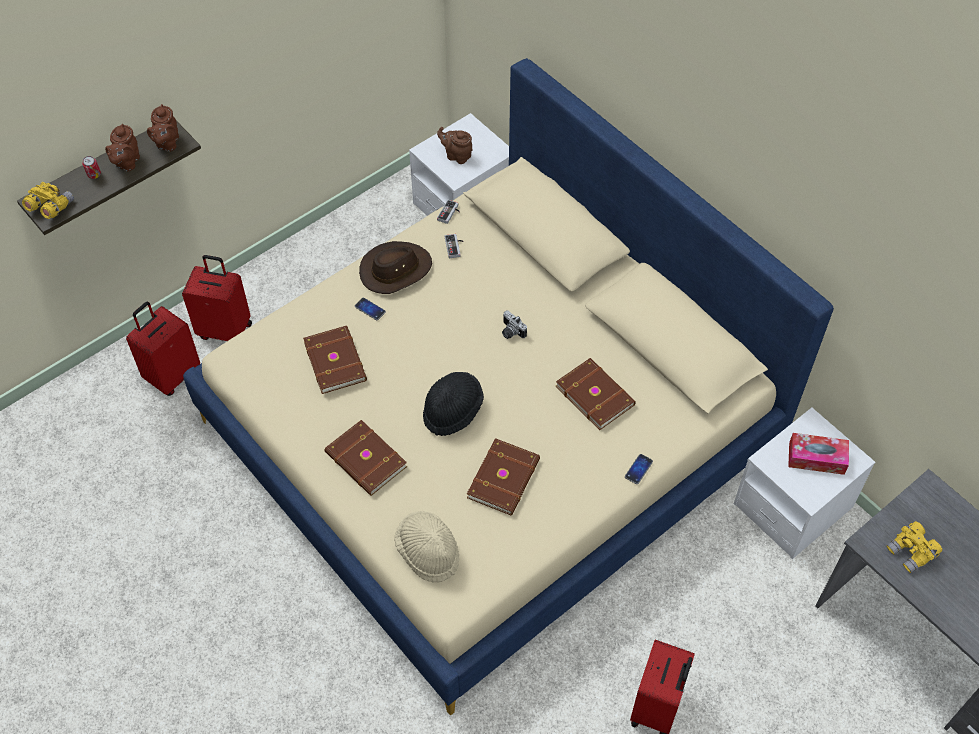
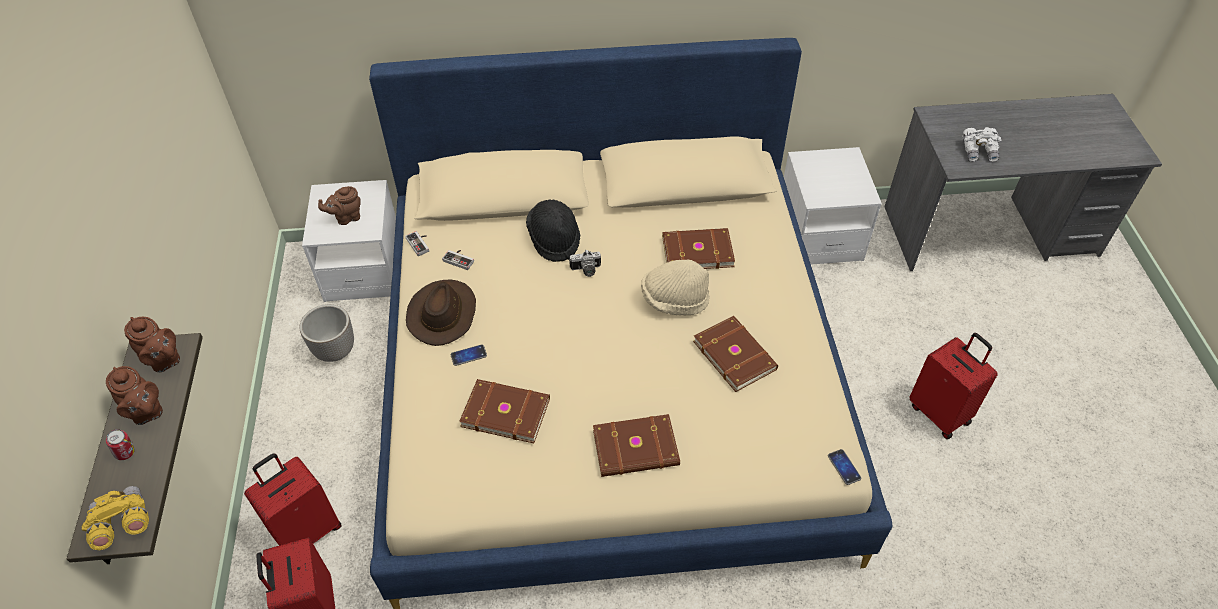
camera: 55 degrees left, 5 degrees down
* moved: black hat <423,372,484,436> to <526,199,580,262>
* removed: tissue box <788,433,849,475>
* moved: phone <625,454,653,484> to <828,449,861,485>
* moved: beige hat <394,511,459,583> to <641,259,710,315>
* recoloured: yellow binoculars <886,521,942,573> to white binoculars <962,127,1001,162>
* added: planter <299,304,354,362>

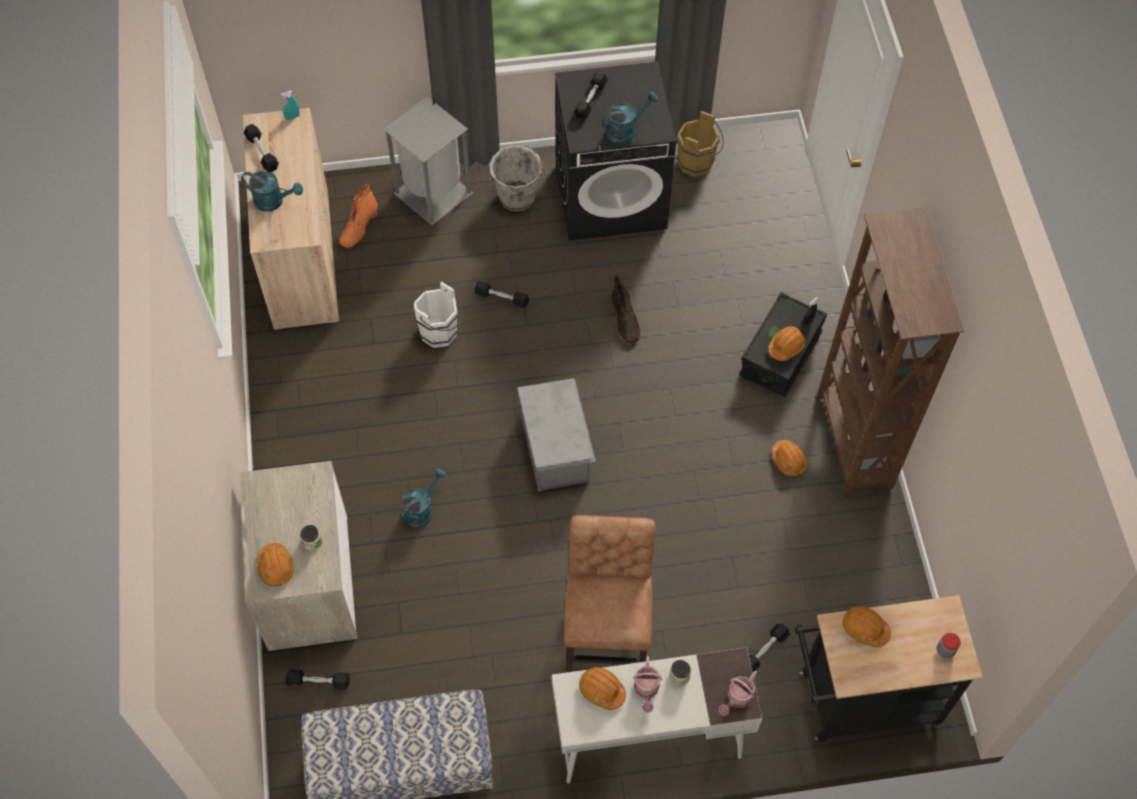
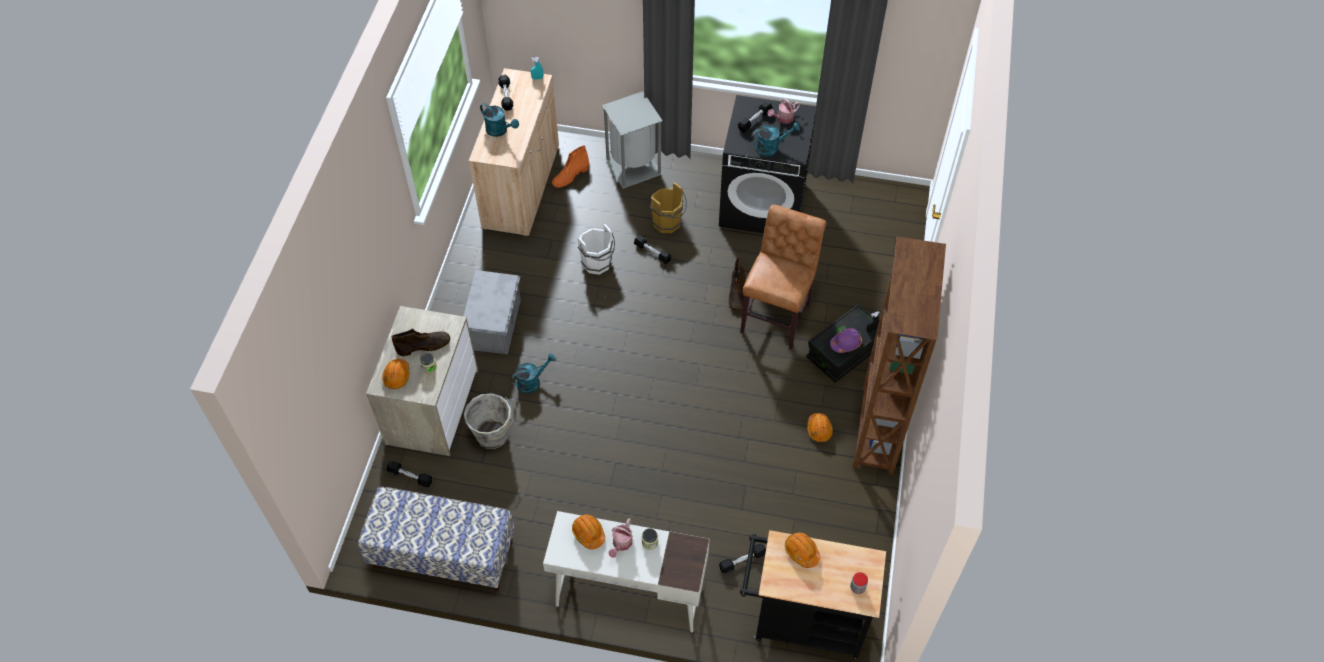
camera: 20 degrees right, 5 degrees down
* moved: brown bucket <676,111,724,177> to <651,182,687,233>
* moved: grey bucket <489,146,549,212> to <464,393,514,449>
* recoloured: orange hard hat <768,326,805,361> to purple hard hat <830,328,862,353>
* moved: grey storage box <517,378,596,491> to <463,270,521,354>
* moved: brown chair <564,515,656,672> to <740,204,826,350>
* moved: watering can <719,671,757,716> to <767,99,800,124>
* added: brown boot <392,328,450,356>

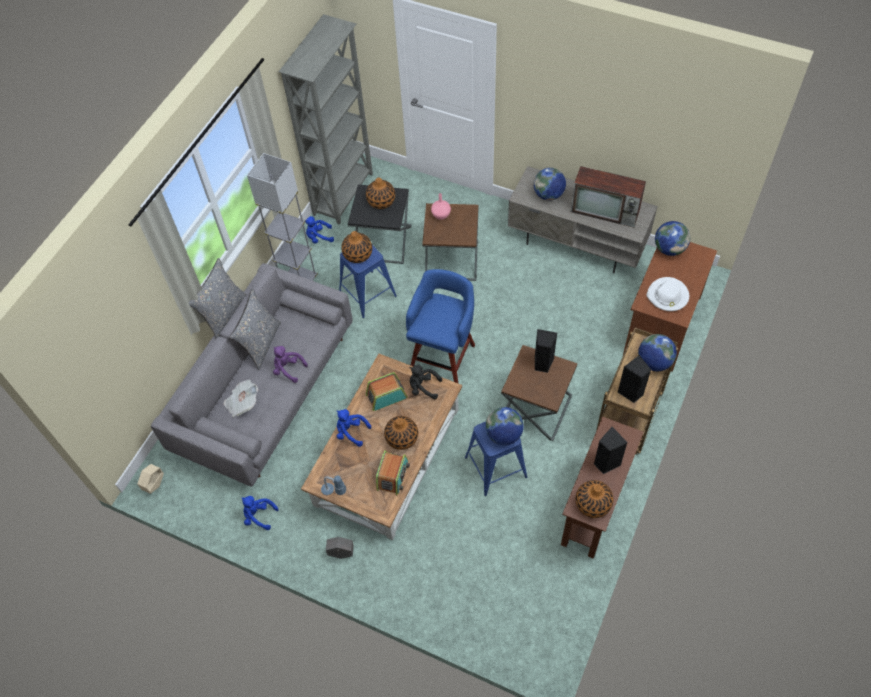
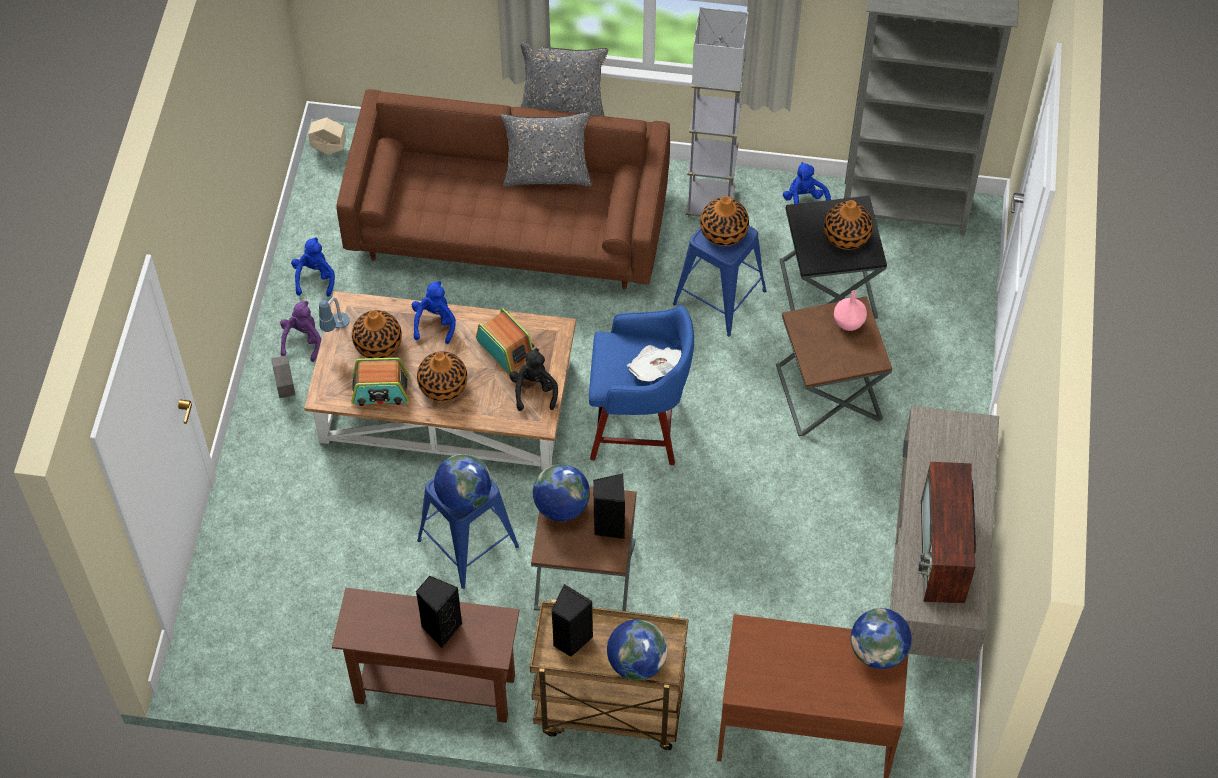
camera: 70 degrees right, 0 degrees up
* moved: globe <534,168,566,200> to <533,464,590,521>
* recoloured: grey sofa <151,263,353,487> to brown sofa <336,89,670,289>
* removed: white hat <647,277,689,311>
* moved: purple plush toy <273,346,308,383> to <280,301,321,362>
* moved: newspaper <224,380,258,417> to <627,345,681,381>
* moved: vase <576,480,613,518> to <352,310,402,358>

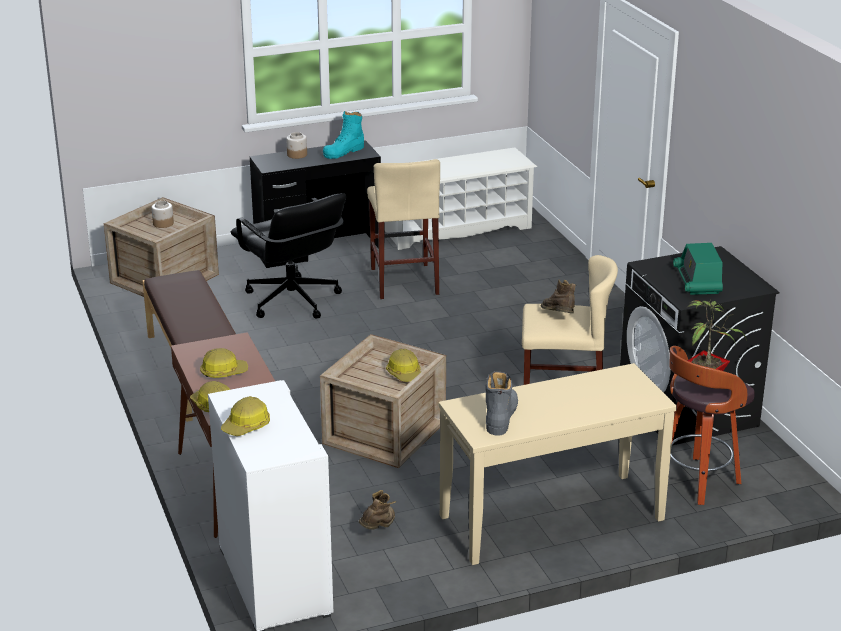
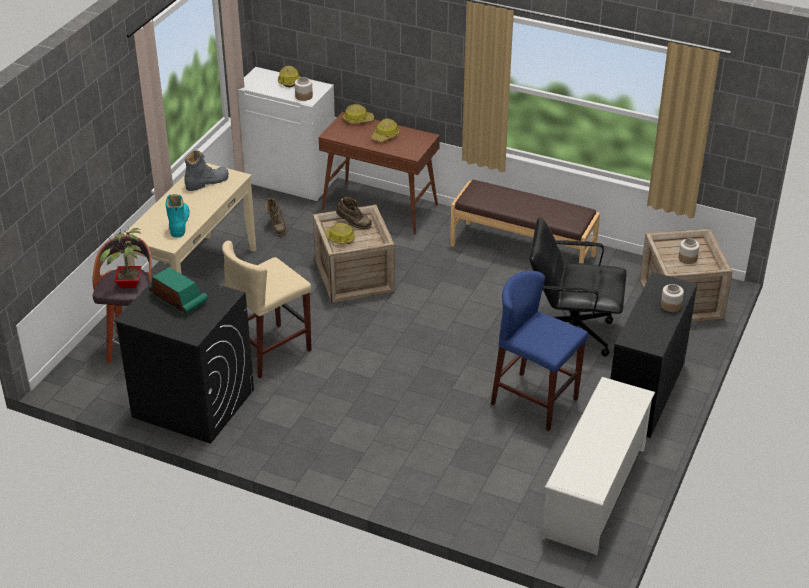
camera: 135 degrees right, 10 degrees up
* moved: turquoise boot <323,111,364,159> to <166,194,190,238>
* recoloured: beige stool <367,159,440,299> to blue stool <491,271,588,431>
* moved: brown boot <541,280,576,313> to <336,197,372,229>
* turned: grey boot <485,371,518,436> = <184,151,229,191> 90 degrees counterclockwise
* added: jar <295,77,313,101>

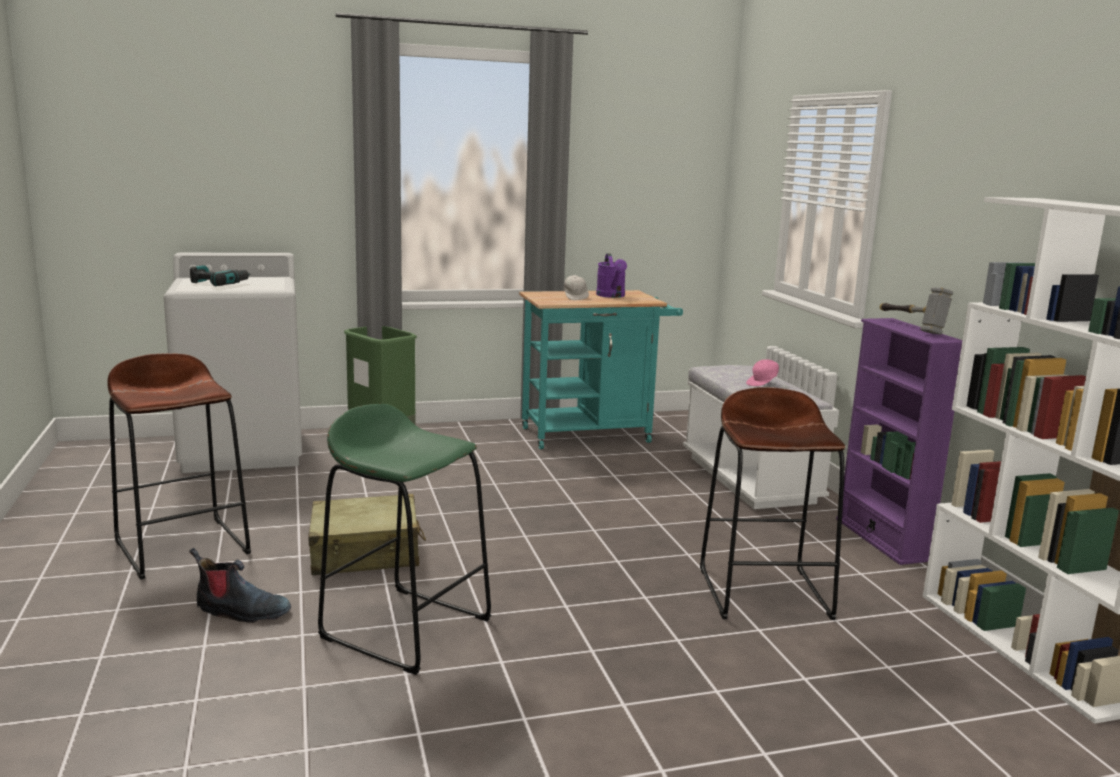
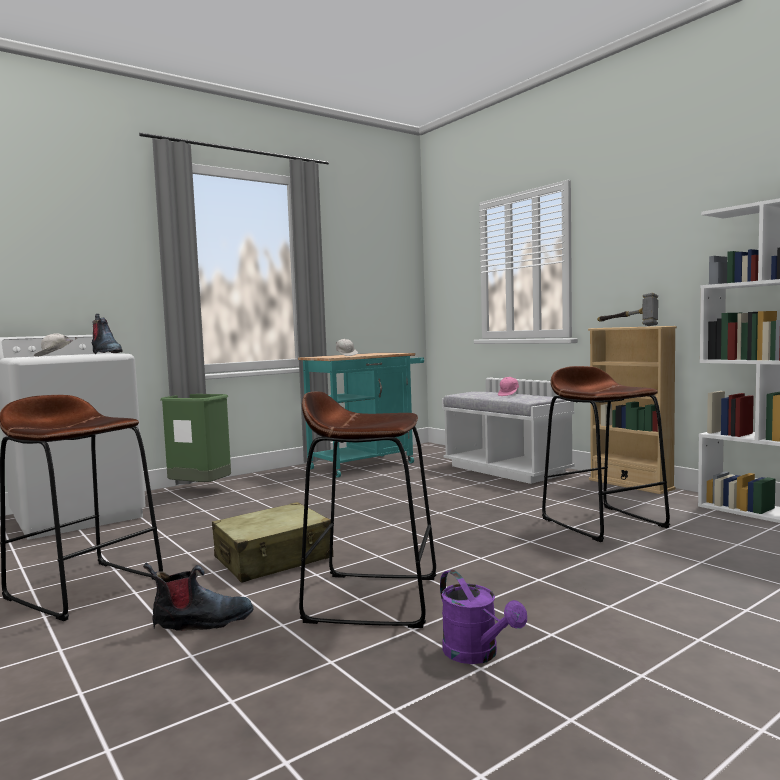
camera: 20 degrees left, 10 degrees down
* moved: purple watering can <596,254,627,298> to <440,570,527,664>
* replaced: power drill <190,265,250,286> to white cap <34,333,77,357>
* recoloured: purple bookcase <836,318,962,565> to beige bookcase <588,326,677,494>
* recoloured: green stool <318,404,491,675> to brown stool <299,392,436,628>
* added: boot <92,314,122,354>

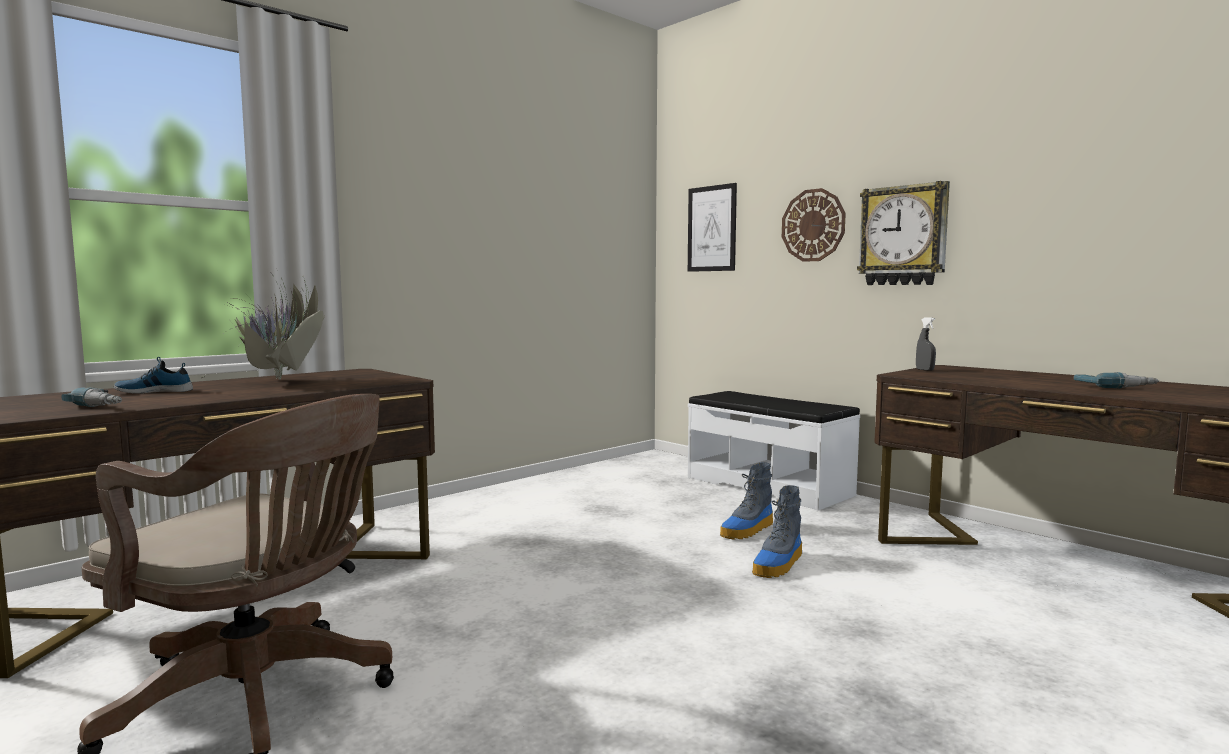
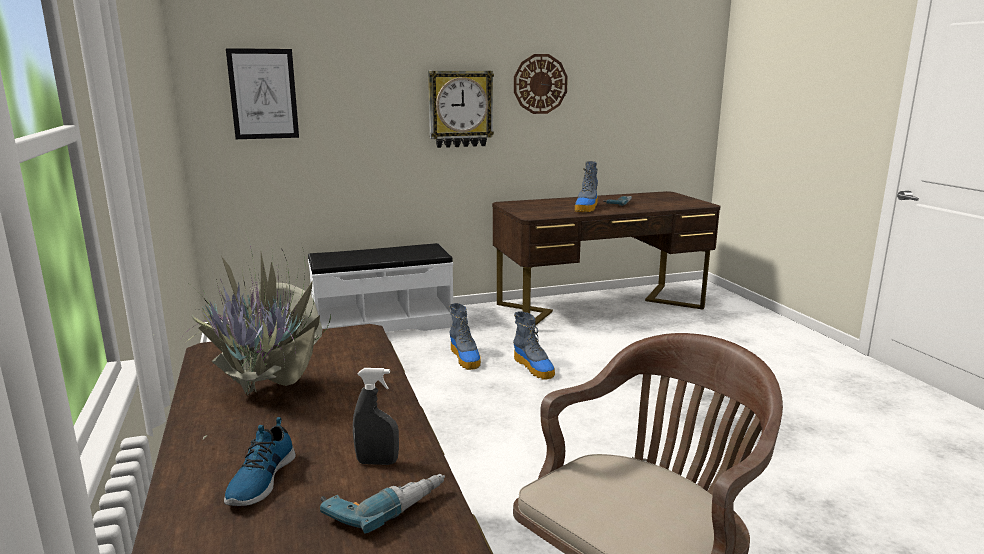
camera: 65 degrees left, 10 degrees up
* moved: wall clock <782,188,846,262> to <514,54,568,114>
* moved: grey spray bottle <916,317,936,371> to <353,368,399,465>
* added: boot <575,161,598,212>

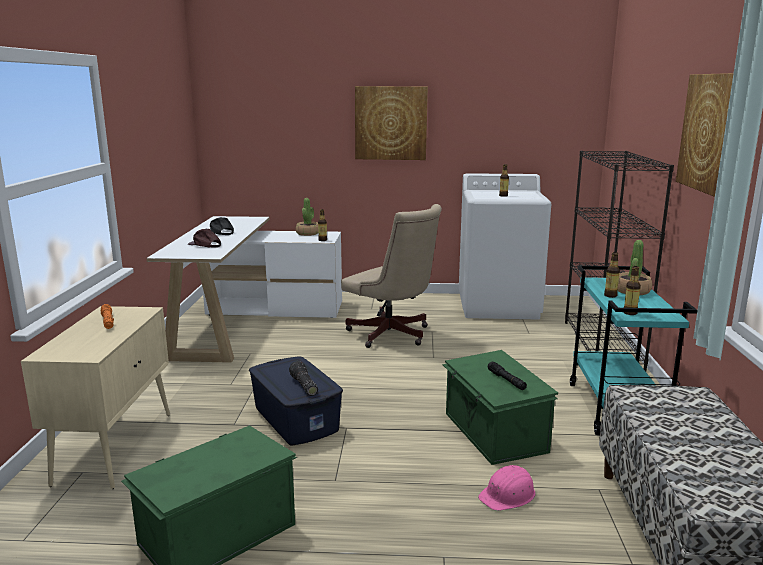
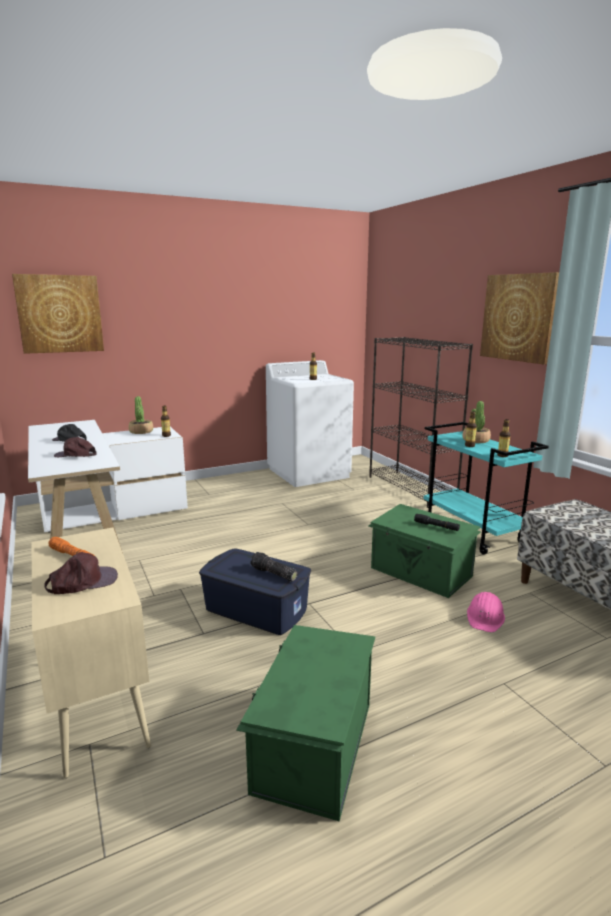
camera: 30 degrees left, 0 degrees up
* moved: picture <355,86,428,160> to <12,274,104,354>
* removed: beige office chair <341,204,442,348>
* added: brown cap <44,552,118,594>

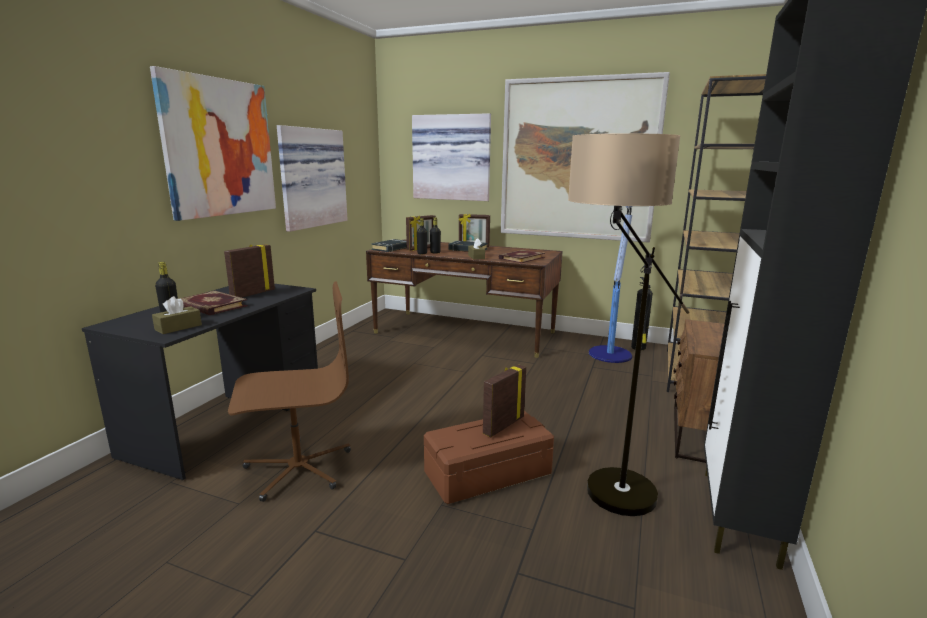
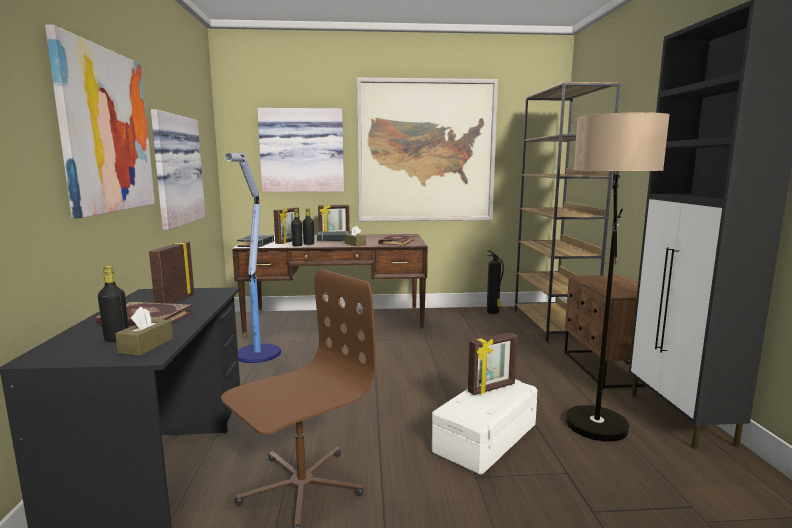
camera: 25 degrees left, 5 degrees down
* moved: floor lamp <589,206,632,363> to <225,153,281,363>
* turned: picture frame <483,364,526,437> = <468,332,517,395> 135 degrees counterclockwise
* recoloured: brown storage box <424,411,554,504> to white storage box <432,379,537,475>

